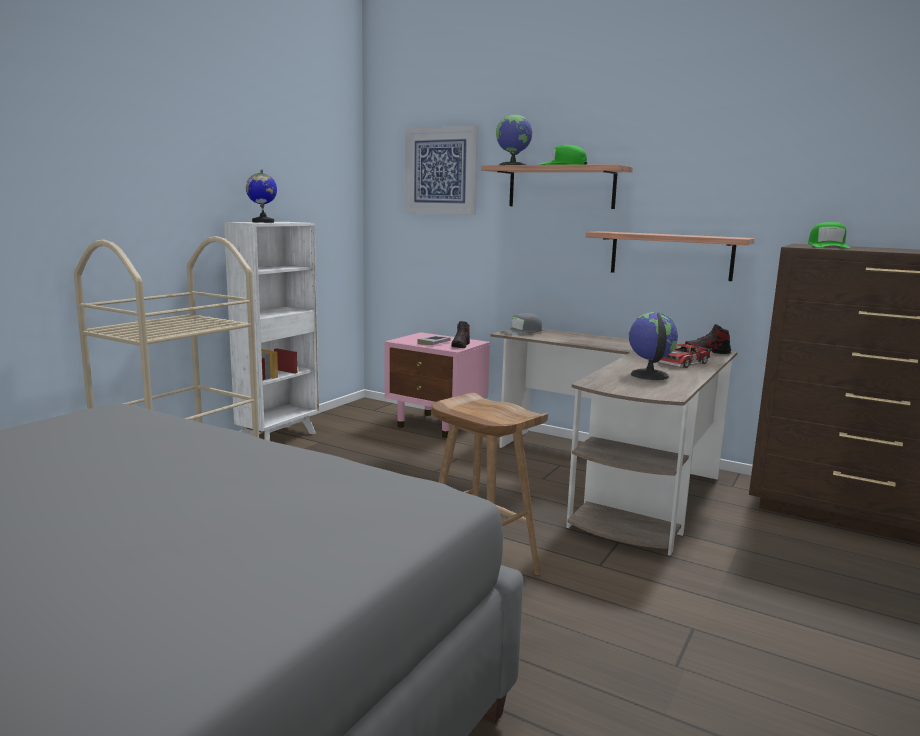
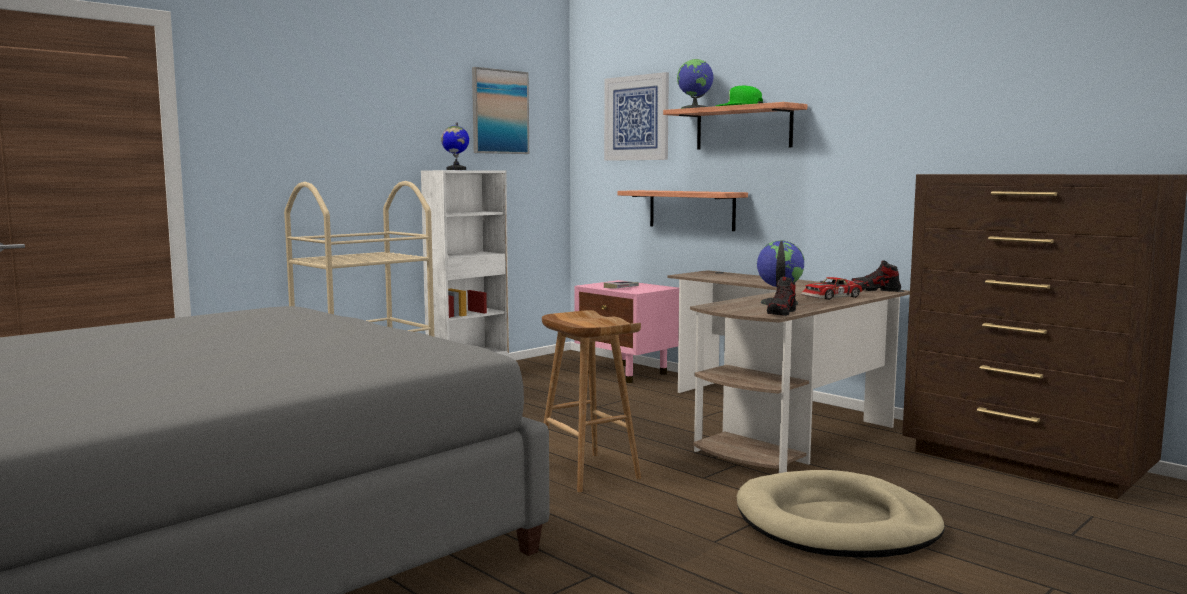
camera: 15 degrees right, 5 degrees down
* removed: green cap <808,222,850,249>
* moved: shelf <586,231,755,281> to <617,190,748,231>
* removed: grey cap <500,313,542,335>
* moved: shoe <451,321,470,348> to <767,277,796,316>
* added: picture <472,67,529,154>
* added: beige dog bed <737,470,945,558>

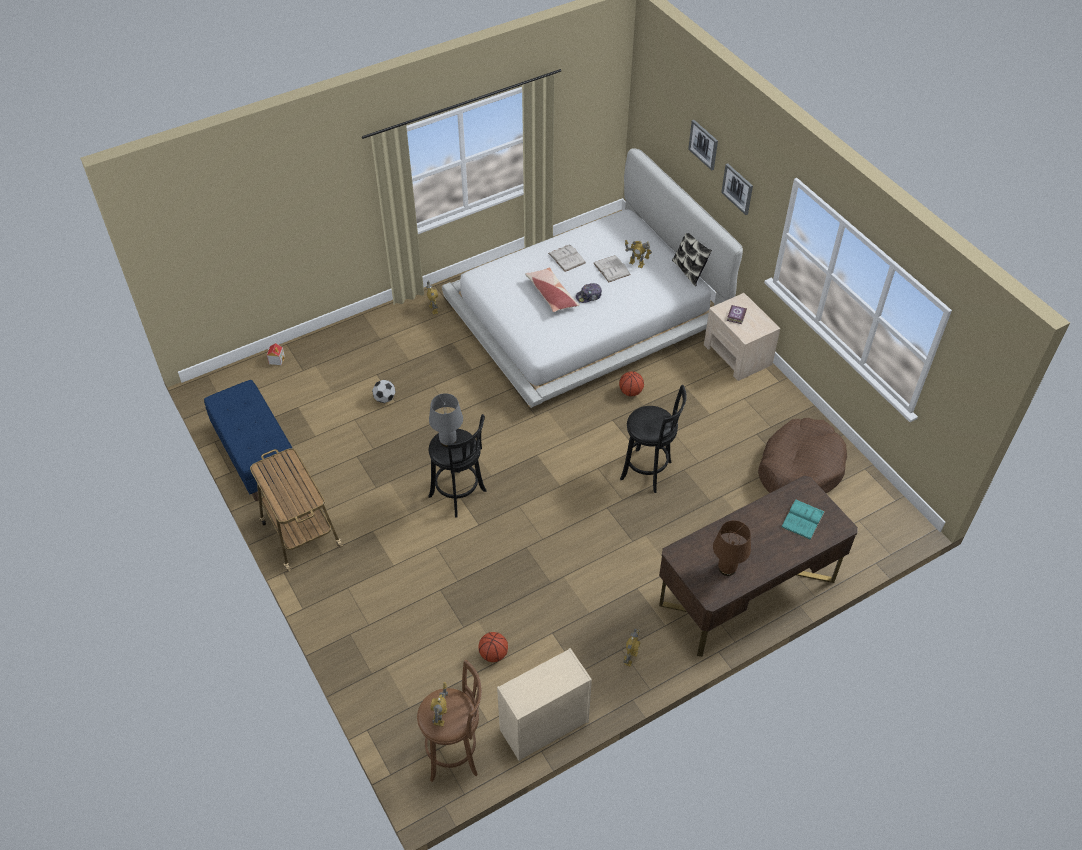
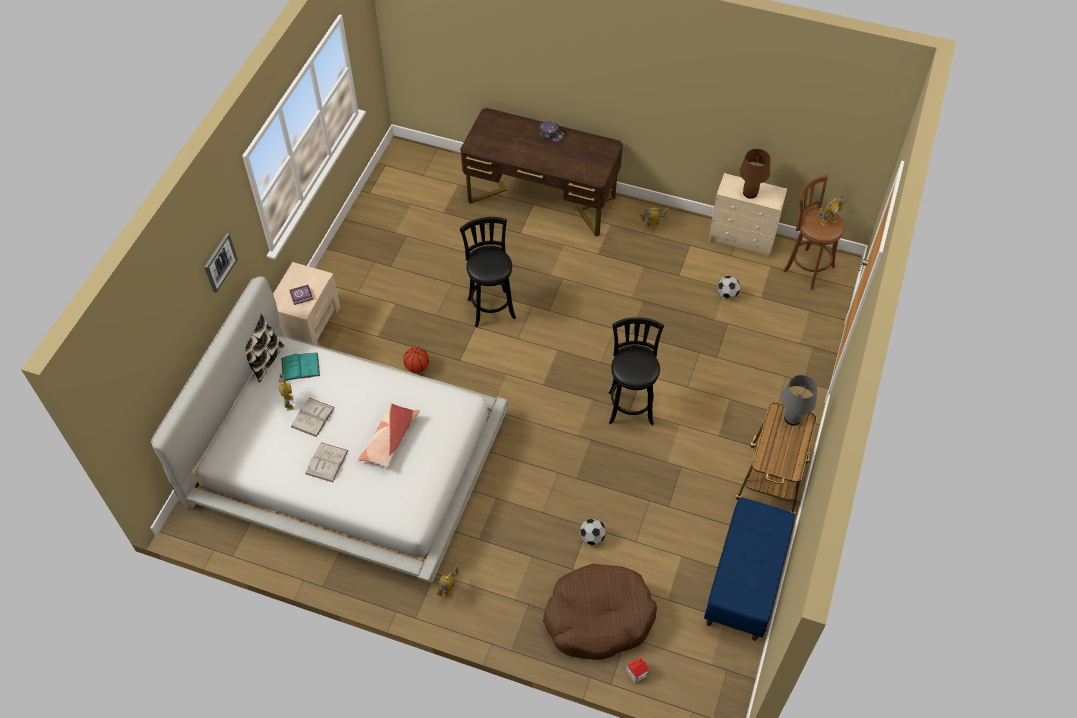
camera: 130 degrees left, 5 degrees up
* removed: picture <688,120,718,170>
* moved: cap <576,283,602,303> to <539,121,565,142>
* moved: grey table lamp <429,393,463,447> to <781,375,817,426>
* moved: brown dog bed <758,418,847,494> to <543,564,657,660>
* moved: turquoise book <781,499,825,541> to <281,353,320,381>
* moved: brown table lamp <713,520,751,576> to <739,149,770,199>
* replaced: basketball <479,632,508,662> to football <718,276,740,299>

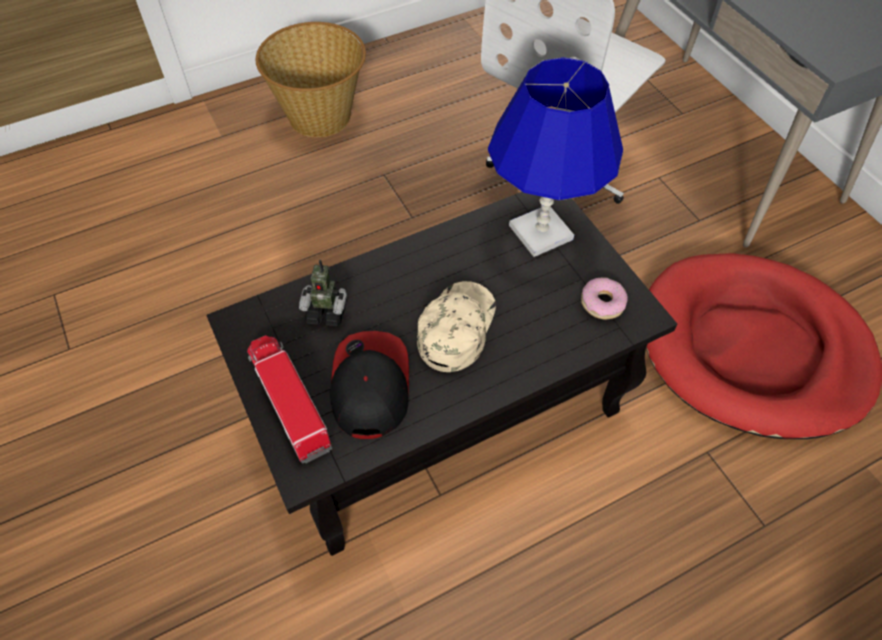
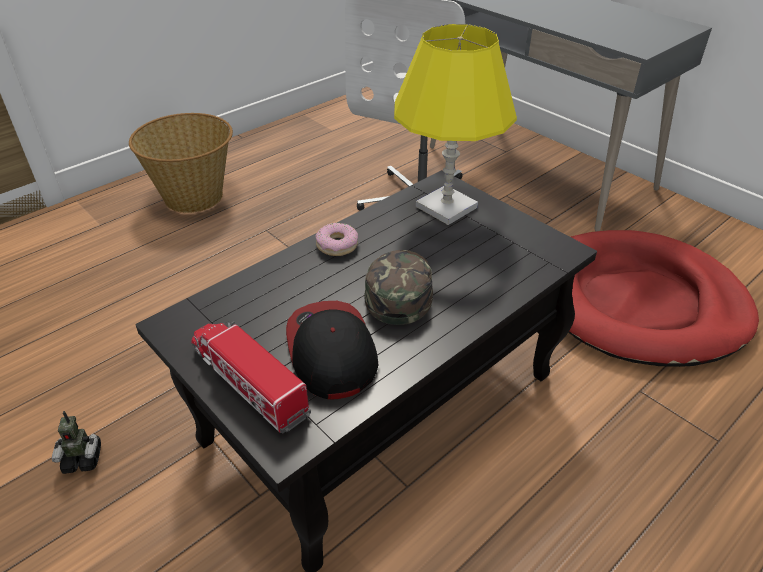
camera: 15 degrees left, 15 degrees down
* recoloured: blue table lamp <488,57,623,257> to yellow table lamp <394,24,517,225>
* moved: toy robot <299,259,347,327> to <52,411,101,474>
* moved: donut <581,277,628,320> to <316,223,358,256>
* recoloured: beige cap <417,281,496,372> to green cap <364,250,433,325>

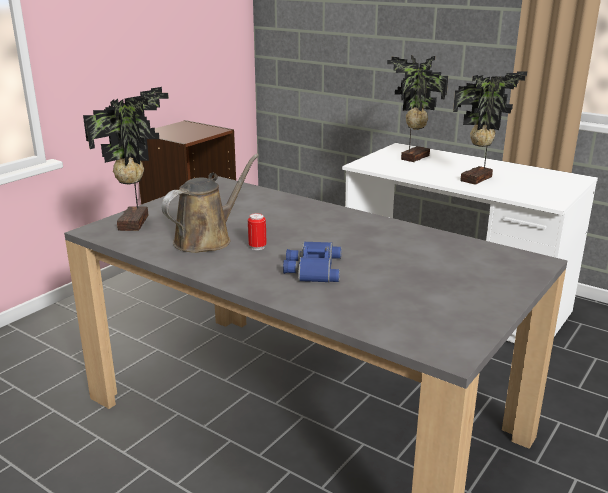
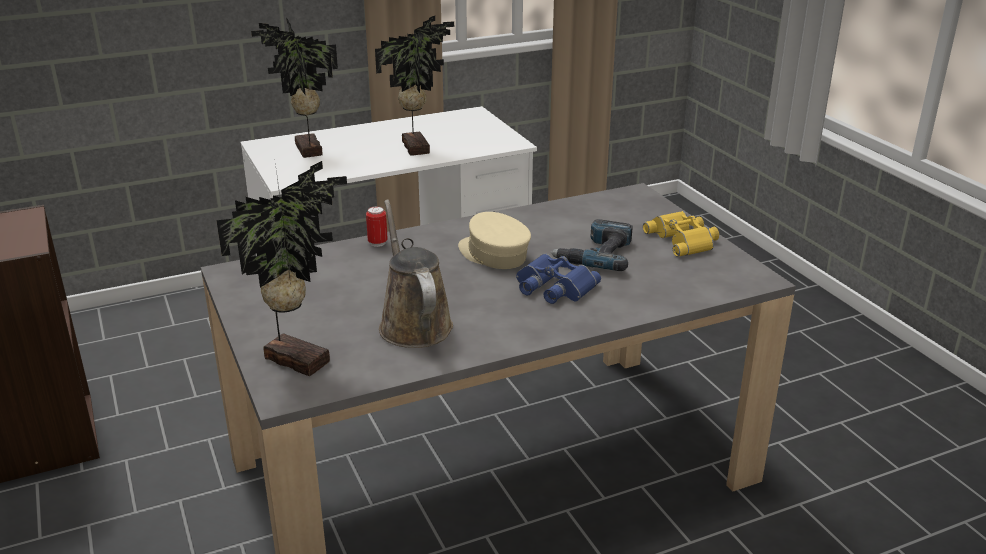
camera: 60 degrees left, 5 degrees up
* moved: can <248,213,267,250> to <366,206,388,247>
* added: yellow binoculars <643,211,719,257>
* added: beige cap <458,212,531,269>
* added: power drill <550,219,633,271>

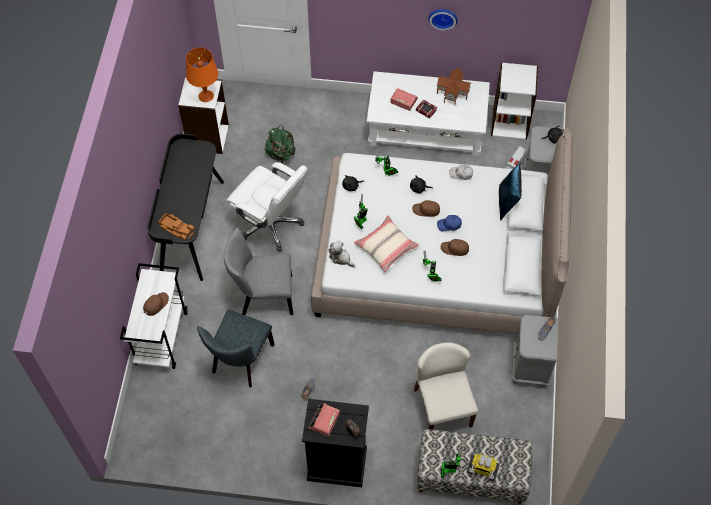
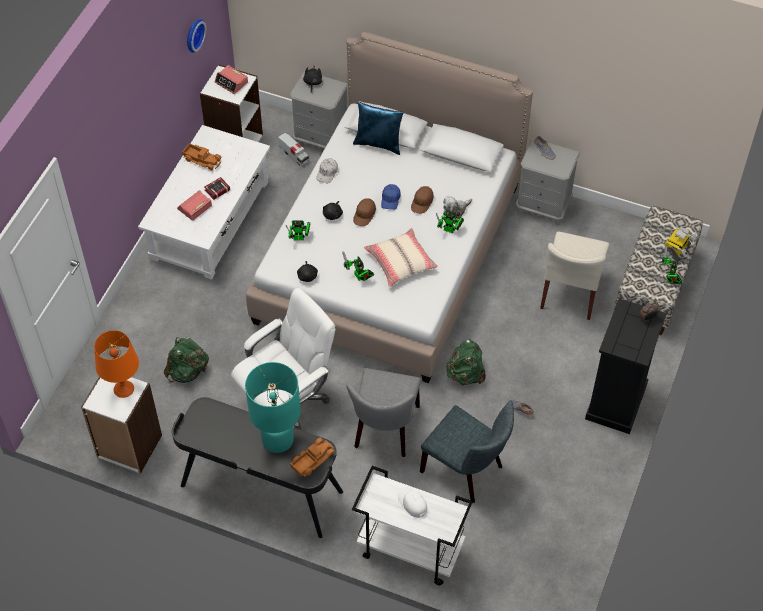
camera: 75 degrees left, 5 degrees down
* moved: wall clock <428,9,458,31> to <187,19,206,53>
* replaced: toy house <437,68,471,106> to toy truck <182,143,222,170>
* moved: plush toy <329,241,355,267> to <443,196,472,219>
* recoloured: brown cap <143,292,169,316> to white cap <398,487,427,518>
* turned: beige chair <414,342,478,429> = <540,232,610,320> 75 degrees counterclockwise
* moved: alarm clock <308,403,340,437> to <215,65,248,94>
* added: green backpack <446,339,486,385>
* added: turquoise table lamp <245,362,301,453>

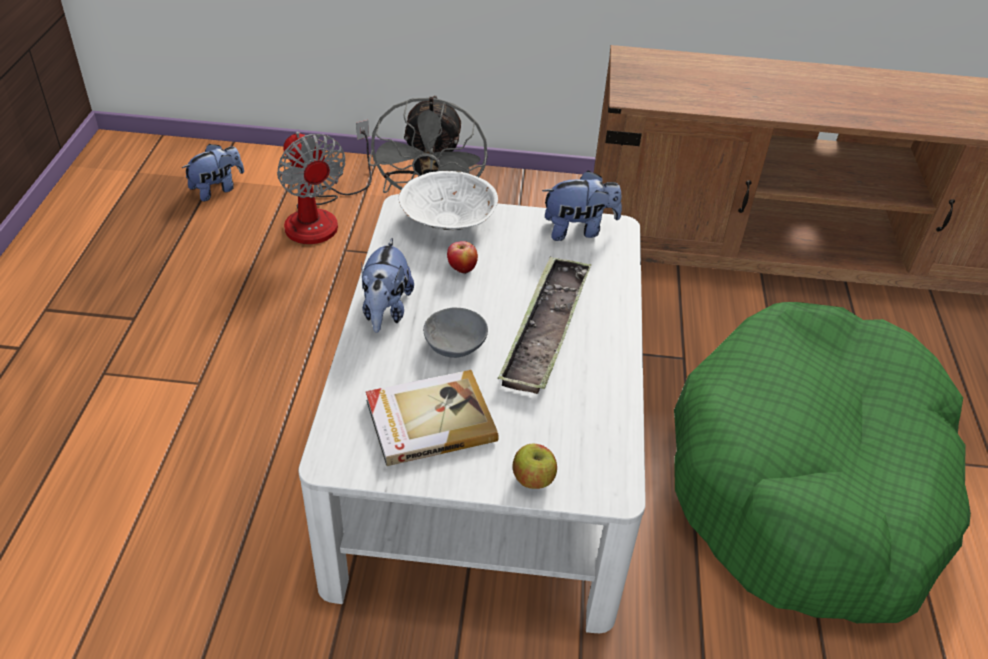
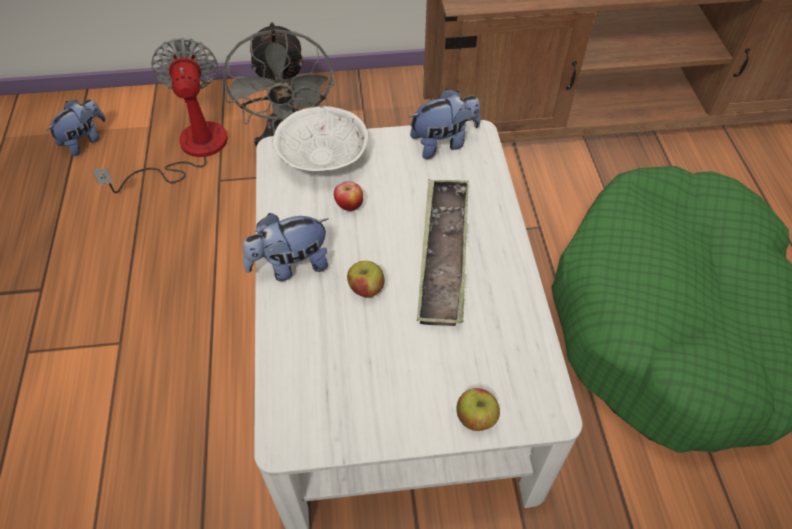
camera: 10 degrees left, 10 degrees up
* turned: fan <277,120,372,244> = <92,37,228,193> 150 degrees counterclockwise
* turned: plush toy <362,238,414,333> = <243,213,328,281> 75 degrees clockwise
* replaced: grey bowl <423,308,488,358> to apple <347,261,385,298>
* removed: book <366,370,498,466>

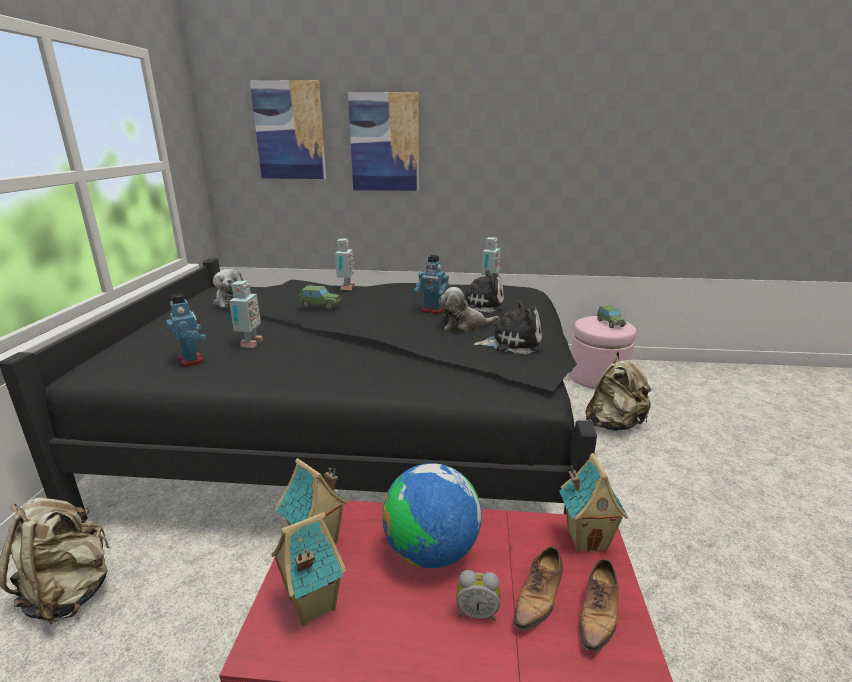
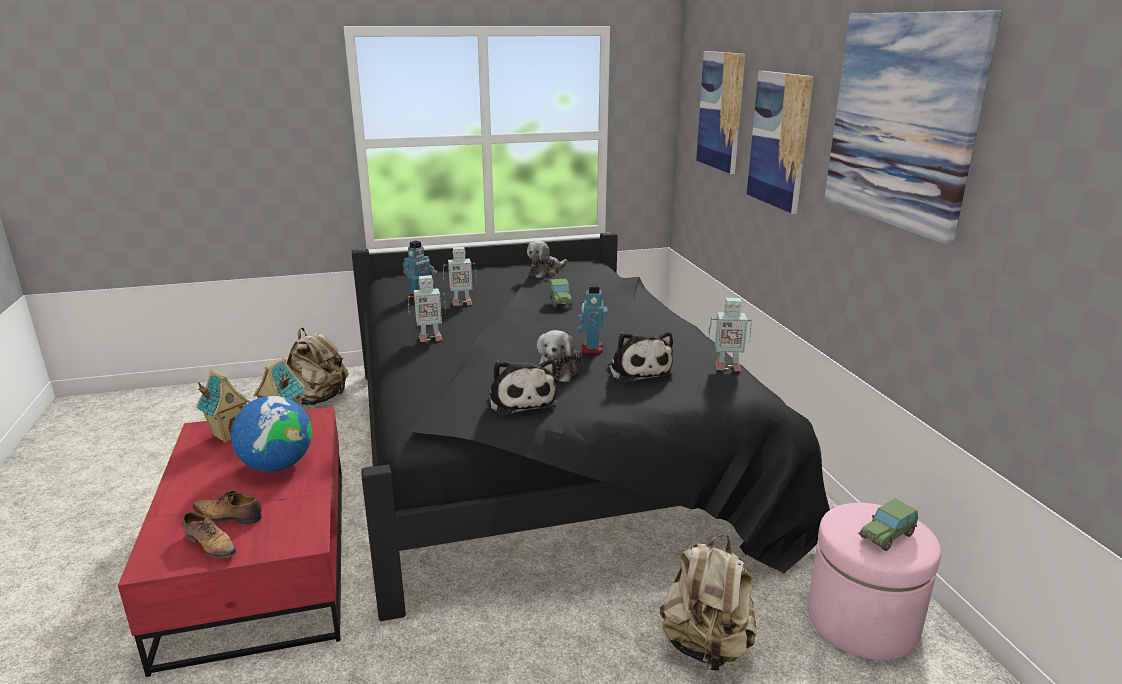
camera: 70 degrees right, 0 degrees up
* moved: toy robot <335,238,355,290> to <408,275,446,342>
* turned: plush toy <438,287,499,332> = <537,330,582,382> 150 degrees counterclockwise
* removed: toy house <559,453,629,553>
* turned: shoe <579,559,618,656> = <182,512,237,558> 150 degrees counterclockwise
* removed: alarm clock <456,570,500,621>
* added: picture <824,10,1002,244>

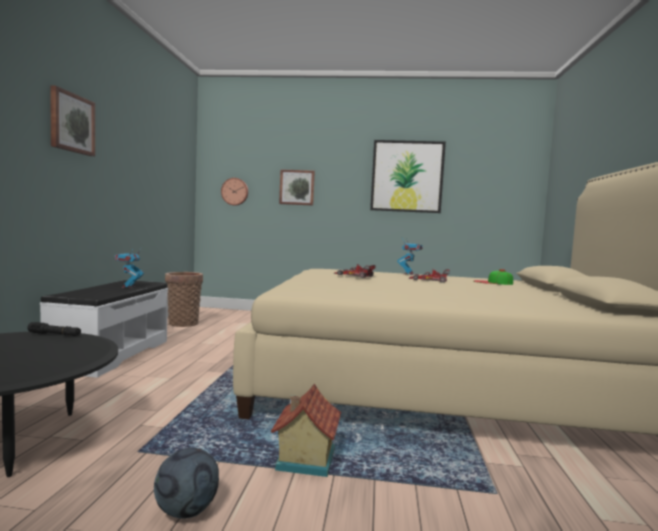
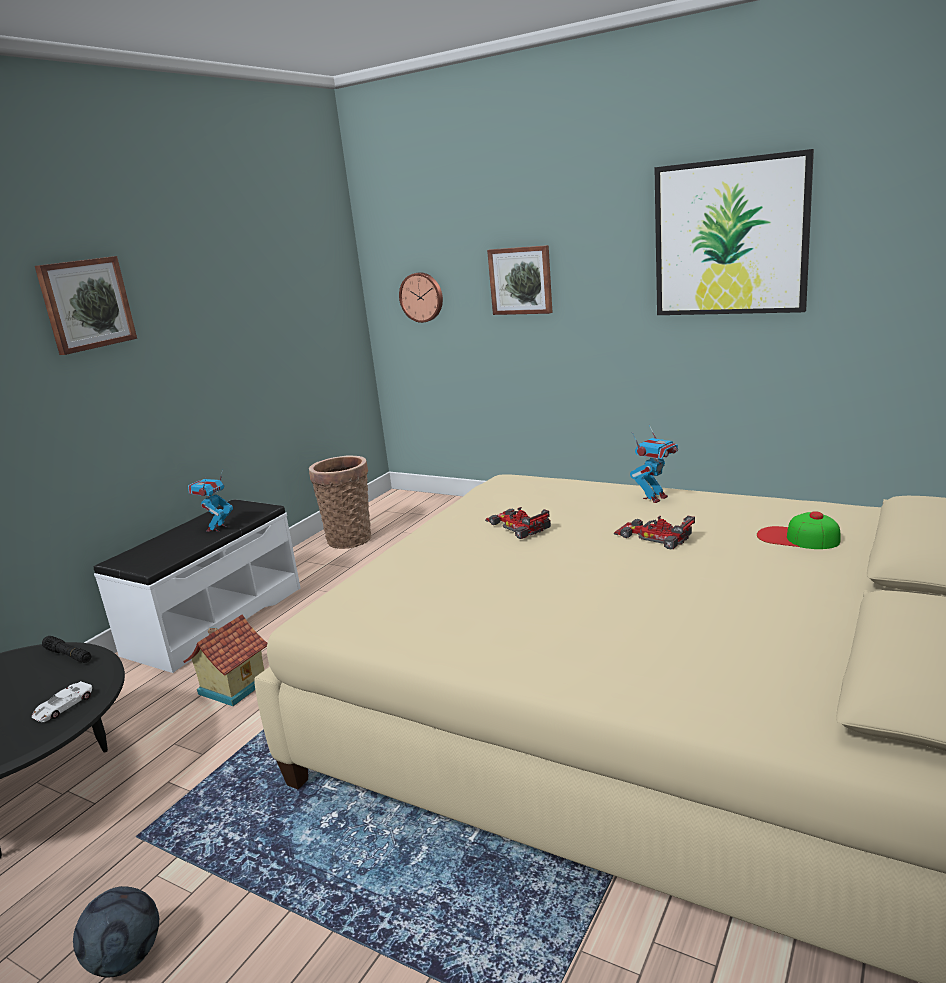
camera: 25 degrees right, 15 degrees up
* moved: toy house <271,383,341,477> to <183,614,268,706>
* added: white toy car <32,681,92,722>

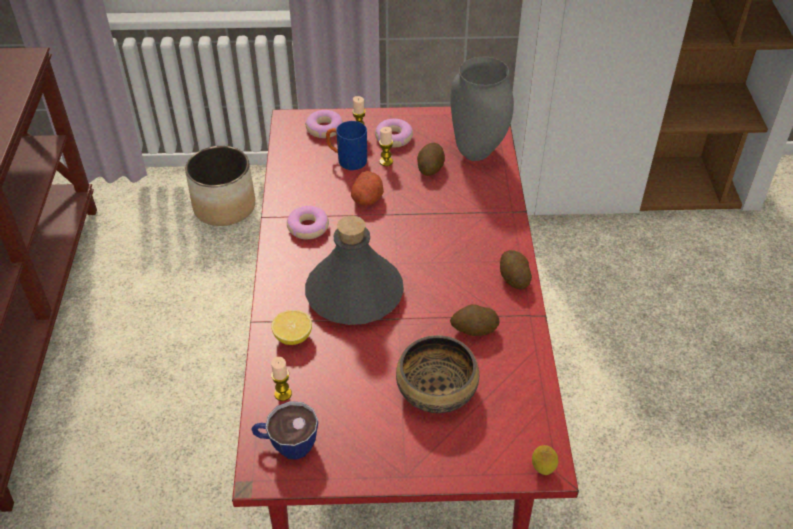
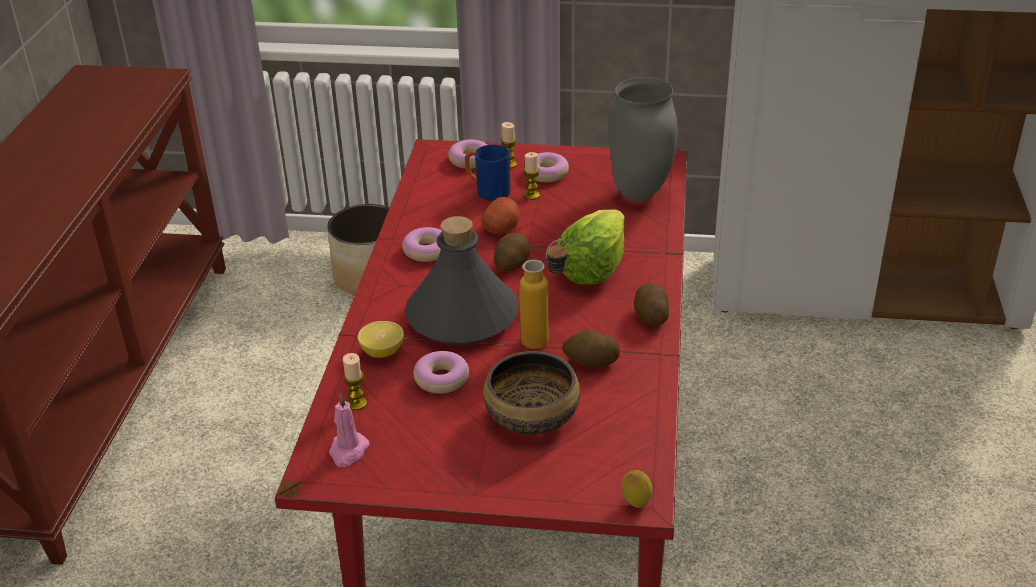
camera: 10 degrees right, 10 degrees down
* moved: potato <417,143,445,176> to <494,232,530,271>
* replaced: cup <251,401,318,460> to pink candle <329,394,370,467>
* added: lettuce <556,209,625,285>
* added: bottle <519,240,568,349>
* added: donut <413,351,469,394>

